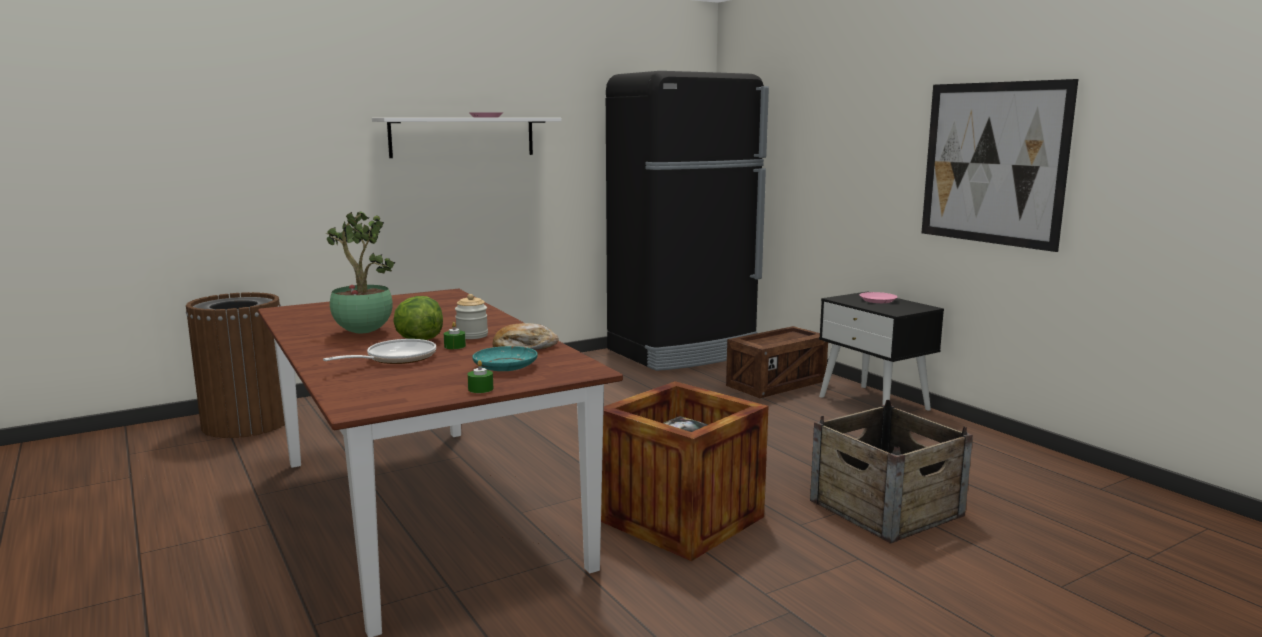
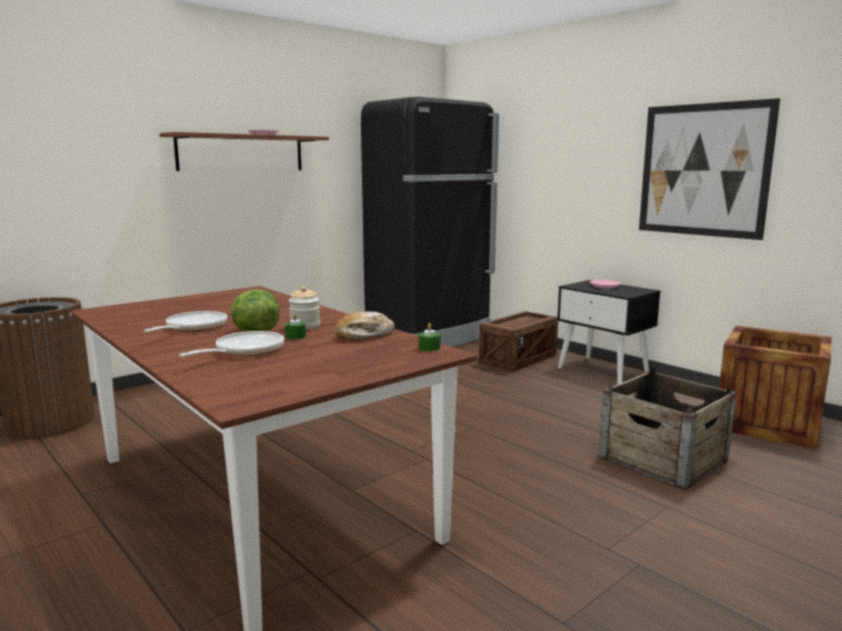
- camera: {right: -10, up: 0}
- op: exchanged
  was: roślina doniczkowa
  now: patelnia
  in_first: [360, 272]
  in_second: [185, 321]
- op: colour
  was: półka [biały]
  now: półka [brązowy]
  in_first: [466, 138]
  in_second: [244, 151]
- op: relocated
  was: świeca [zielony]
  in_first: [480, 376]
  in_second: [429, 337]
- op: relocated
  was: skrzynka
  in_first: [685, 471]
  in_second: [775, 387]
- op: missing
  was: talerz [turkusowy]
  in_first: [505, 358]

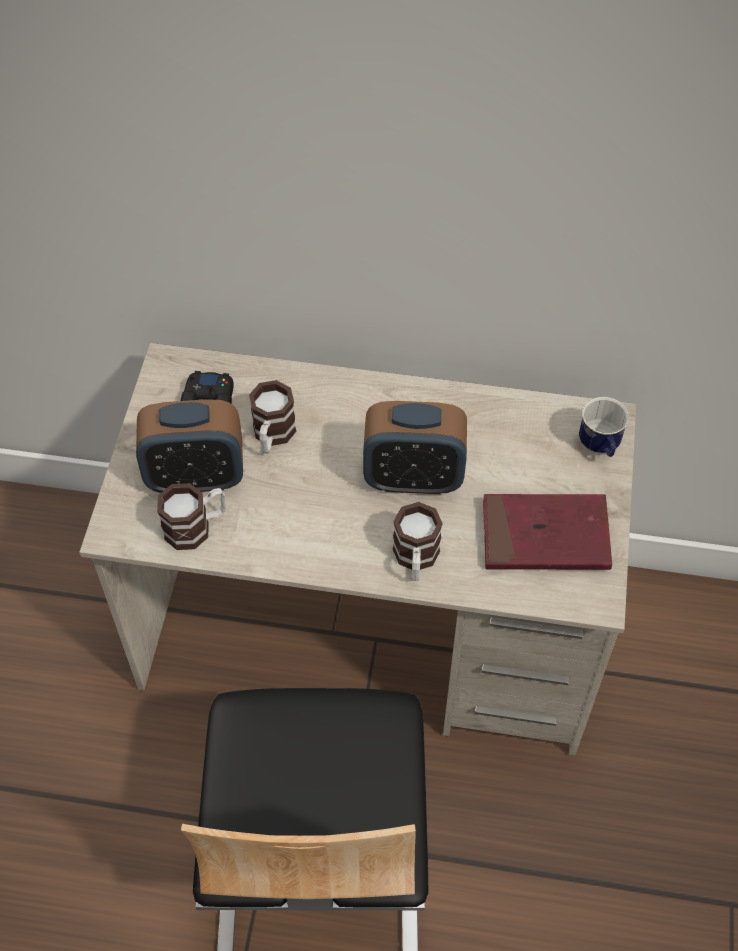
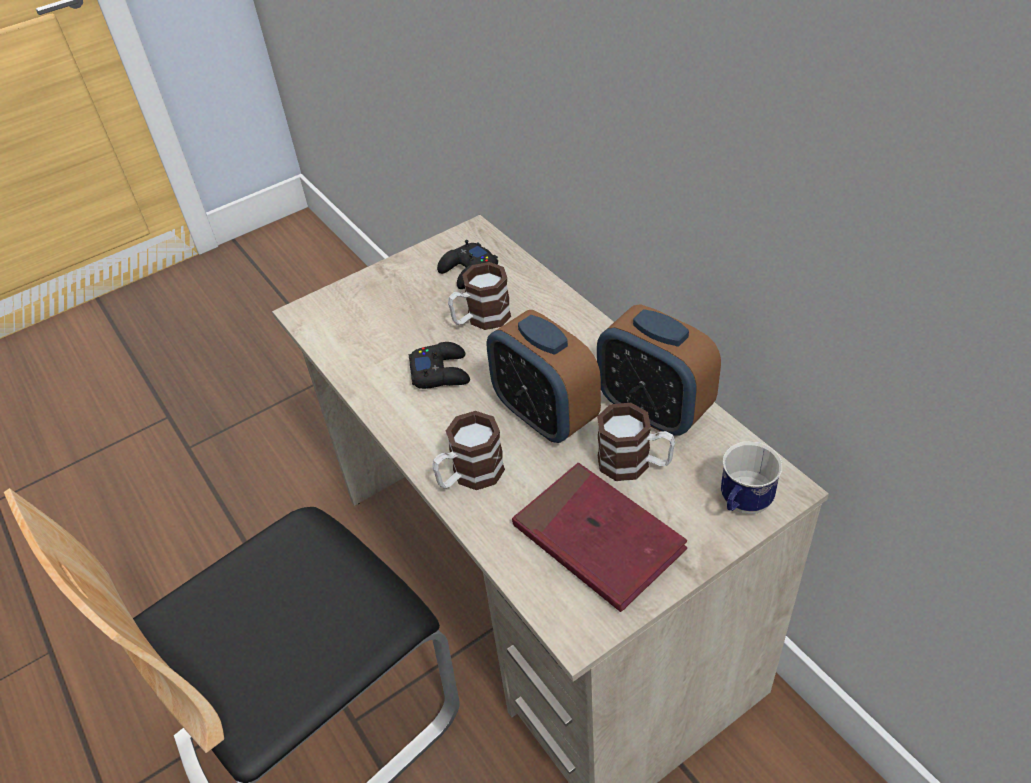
- camera: {right: 50, up: -10}
- op: appeared
  now: pad do gier [czarny]
  in_second: [439, 365]
- op: relocated
  was: budzik
  in_first: [189, 446]
  in_second: [659, 369]
- op: relocated
  was: kubek
  in_first: [191, 516]
  in_second: [636, 442]

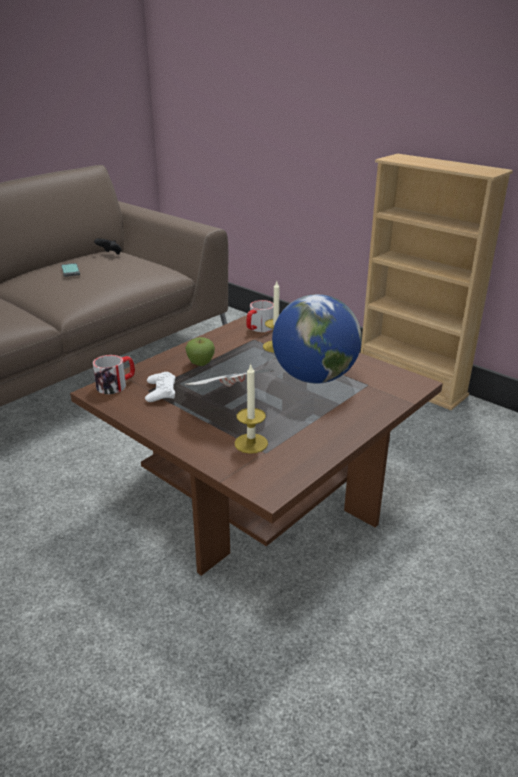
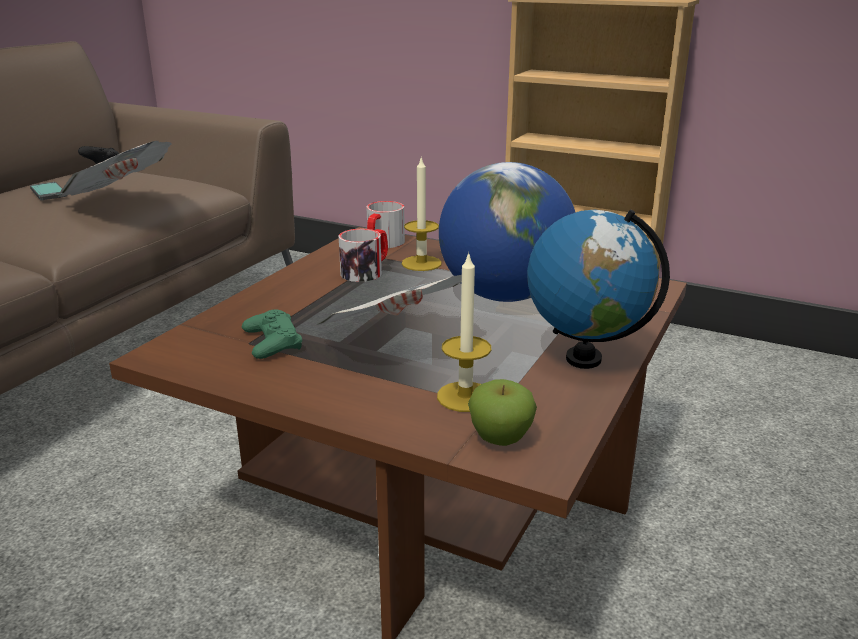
- camera: {right: -15, up: -5}
- op: appeared
  now: gazeta
  in_second: [115, 169]
- op: colour
  was: pad do gier [biały]
  now: pad do gier [zielony]
  in_first: [160, 387]
  in_second: [272, 334]
- op: relocated
  was: kubek
  in_first: [114, 374]
  in_second: [363, 255]
- op: relocated
  was: jabłko
  in_first: [200, 351]
  in_second: [502, 412]
- op: appeared
  now: globus
  in_second: [598, 289]

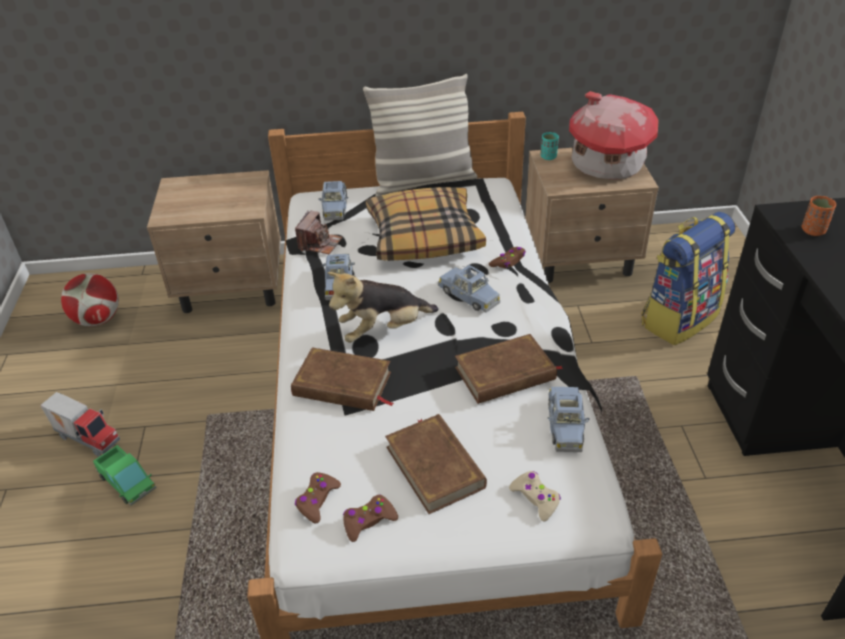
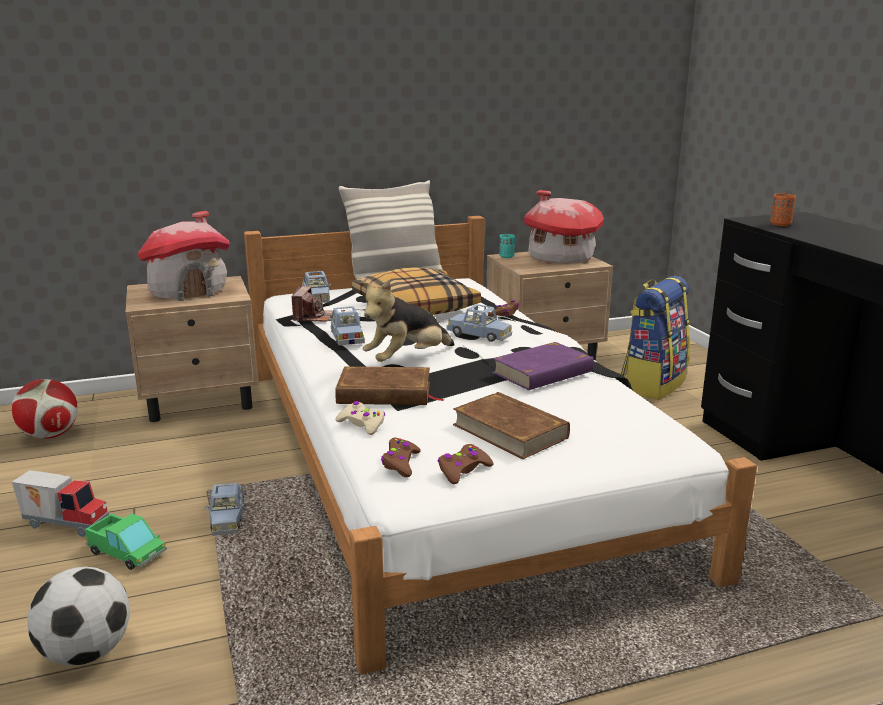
- camera: {right: -15, up: -20}
- op: appeared
  now: piłka futbolowa
  in_second: [78, 616]
- op: appeared
  now: domek
  in_second: [184, 256]
- op: relocated
  was: samochodzik [niebieski]
  in_first: [568, 419]
  in_second: [225, 509]
- op: relocated
  was: pad do gier [beżowy]
  in_first: [535, 496]
  in_second: [360, 418]
- op: colour
  was: książka [brązowy]
  now: książka [fioletowy]
  in_first: [509, 369]
  in_second: [543, 366]

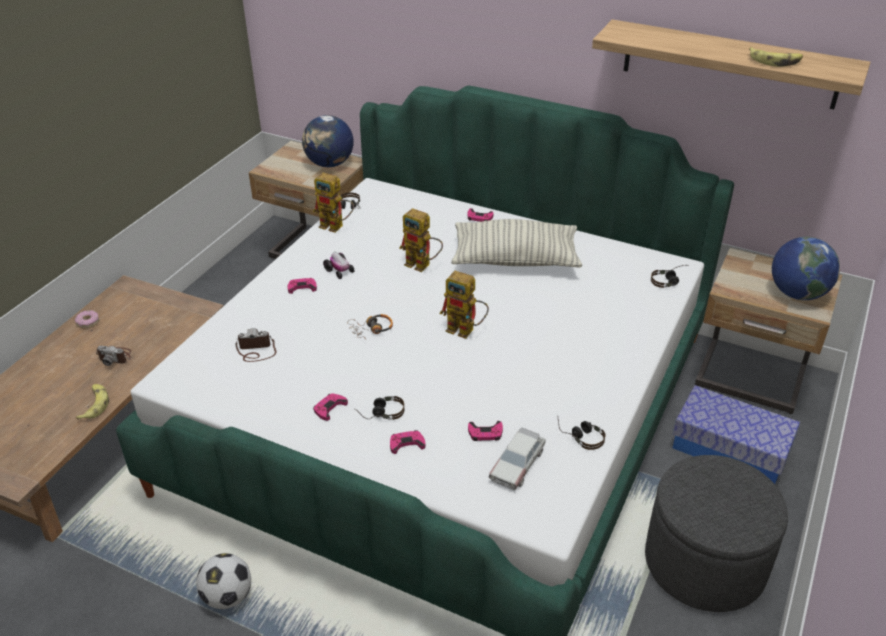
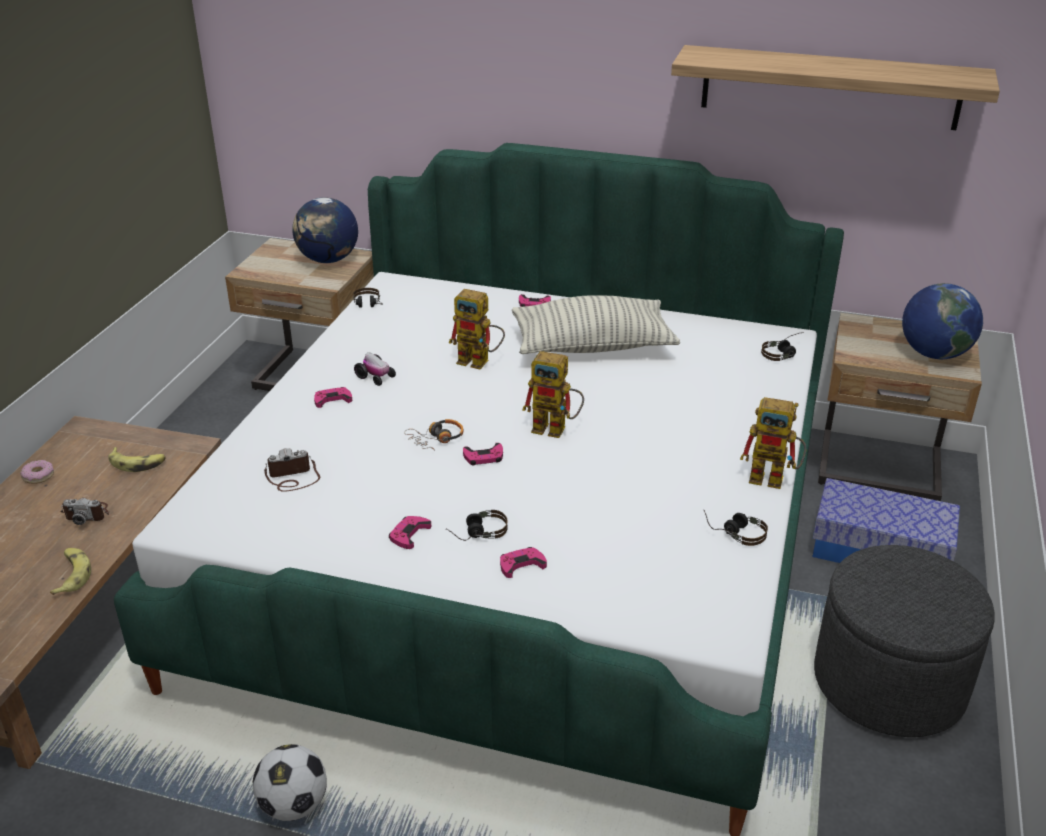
- camera: {right: -10, up: -5}
- op: relocated
  was: banan
  in_first: [776, 57]
  in_second: [137, 459]
- op: relocated
  was: pad do gier [różowy]
  in_first: [485, 431]
  in_second: [483, 454]
- op: relocated
  was: robot zabawkowy
  in_first: [333, 203]
  in_second: [773, 443]
- op: missing
  was: samochodzik
  in_first: [517, 458]

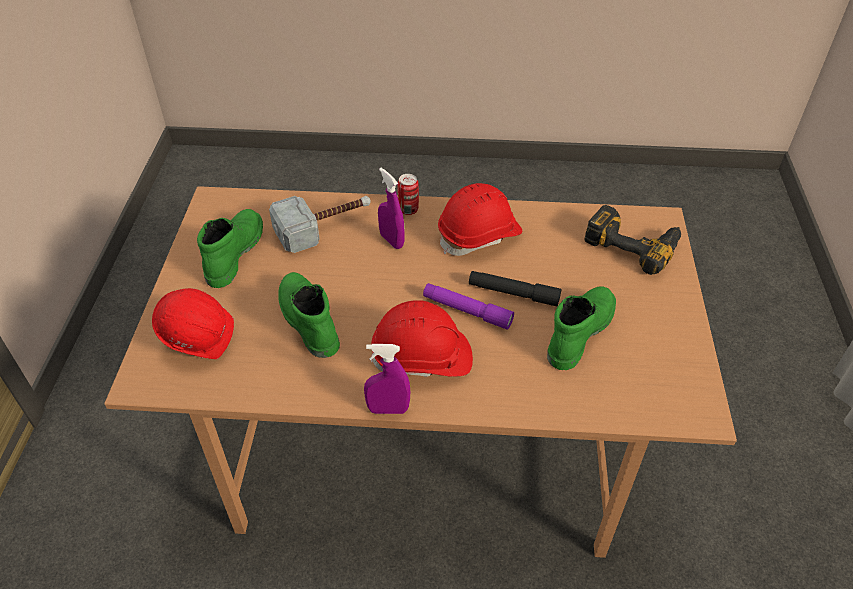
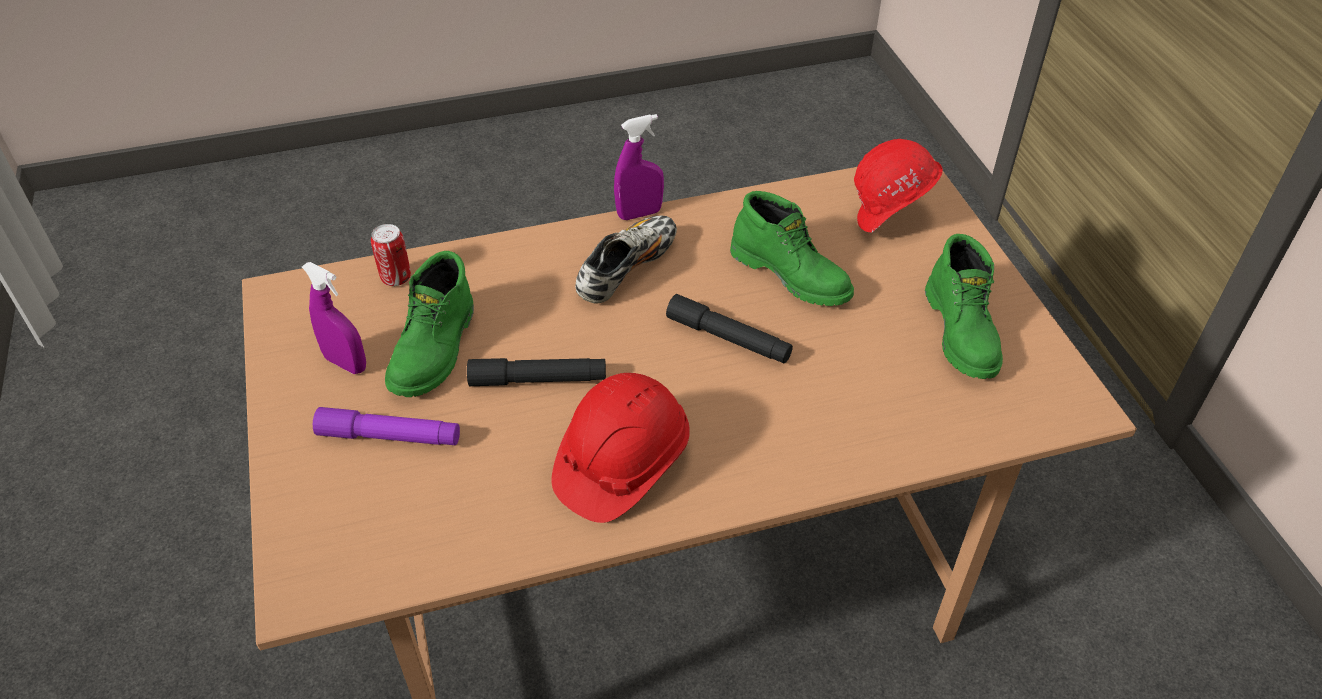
- camera: {right: 160, up: 0}
- op: relocated
  was: spryskiwacz [fioletowy]
  in_first: [391, 208]
  in_second: [334, 318]
- op: relocated
  was: latarka [fioletowy]
  in_first: [468, 306]
  in_second: [386, 426]
- op: relocated
  was: puszka
  in_first: [408, 194]
  in_second: [391, 255]
- op: exchanged
  was: kask [czerwony]
  now: but
  in_first: [422, 338]
  in_second: [626, 259]
- op: appeared
  now: latarka [czarny]
  in_second: [729, 328]
- op: missing
  was: młotek
  in_first: [320, 224]
- op: missing
  was: wiertarka
  in_first: [632, 240]

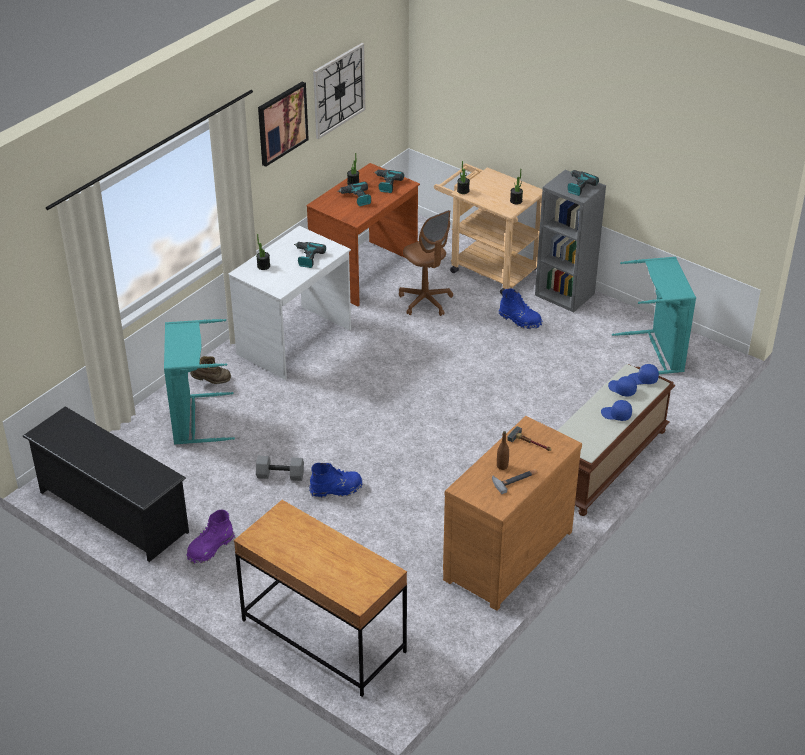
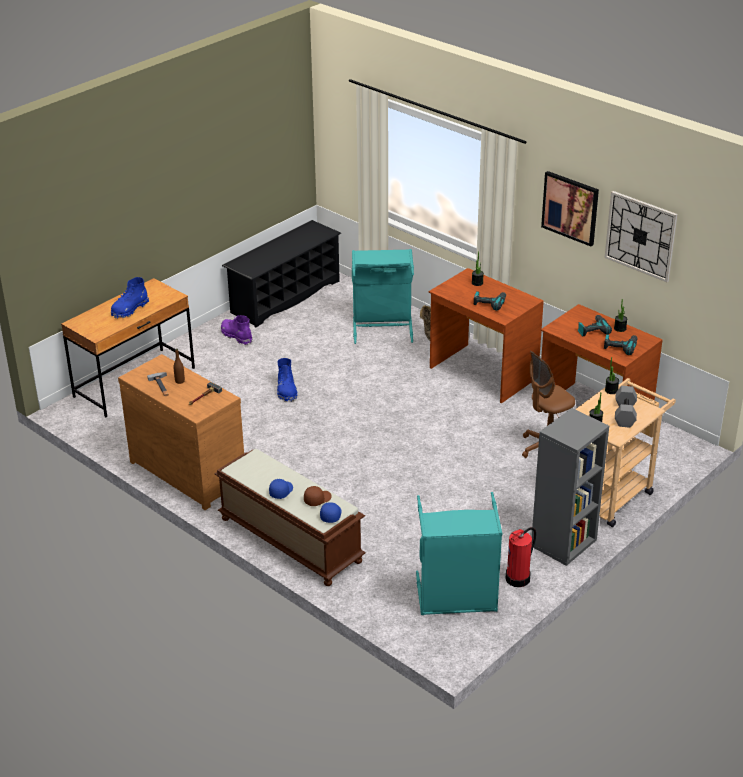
- camera: {right: 95, up: -5}
- op: relocated
  was: but z cholewką [niebieski]
  in_first: [520, 308]
  in_second: [130, 298]
- op: colour
  was: czapka z daszkiem [niebieski]
  now: czapka z daszkiem [brązowy]
  in_first: [622, 386]
  in_second: [317, 496]
- op: colour
  was: biurko [biały]
  now: biurko [brązowy]
  in_first: [289, 303]
  in_second: [486, 335]
- op: appeared
  now: gaśnica
  in_second: [520, 557]
- op: relocated
  was: hantel [szary]
  in_first: [280, 468]
  in_second: [626, 407]
- op: missing
  was: wiertarka
  in_first: [583, 183]

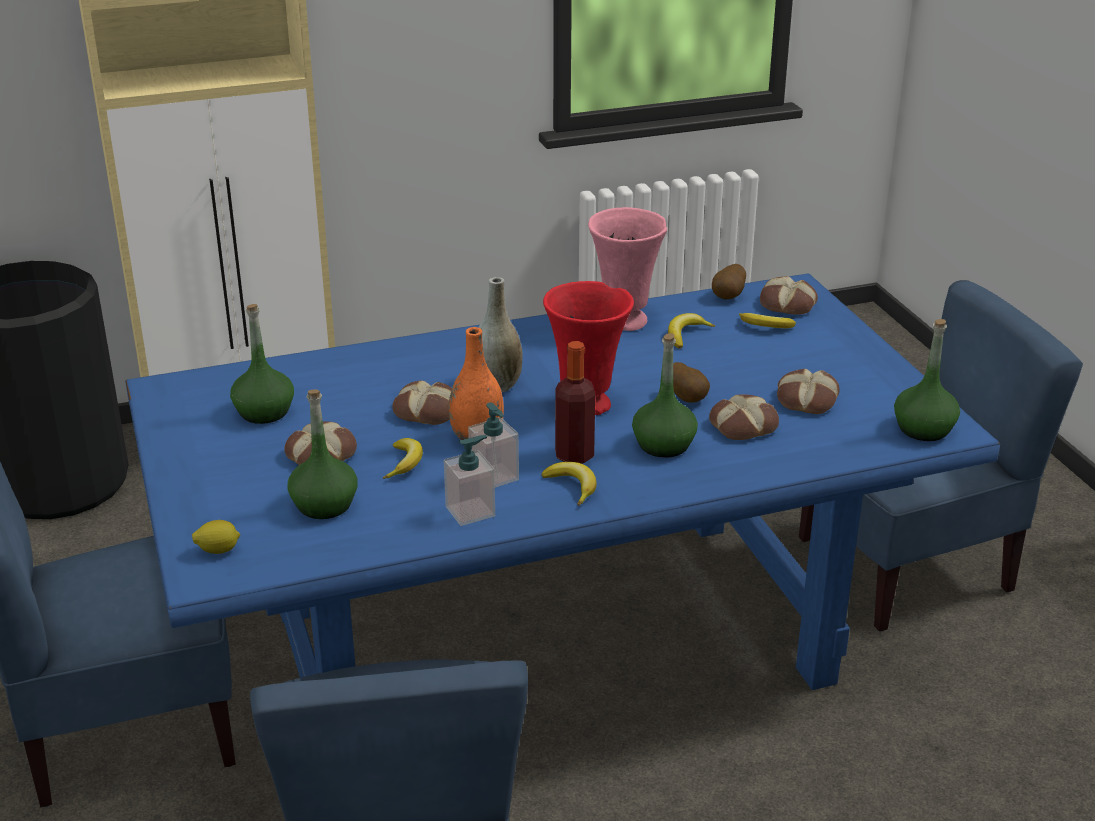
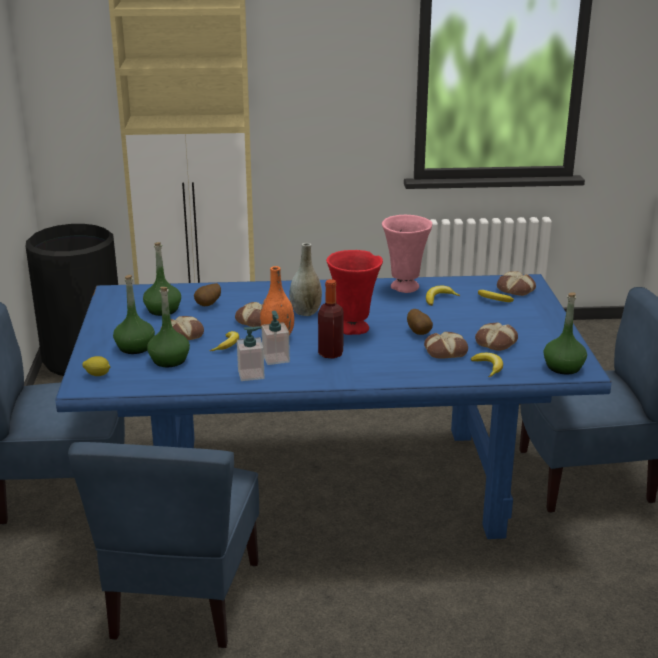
- camera: {right: 15, up: -5}
- op: relocated
  was: butelka [zielony]
  in_first: [665, 395]
  in_second: [134, 314]
- op: relocated
  was: ziemniak
  in_first: [729, 282]
  in_second: [207, 294]
- op: relocated
  was: banan
  in_first: [569, 484]
  in_second: [487, 365]

